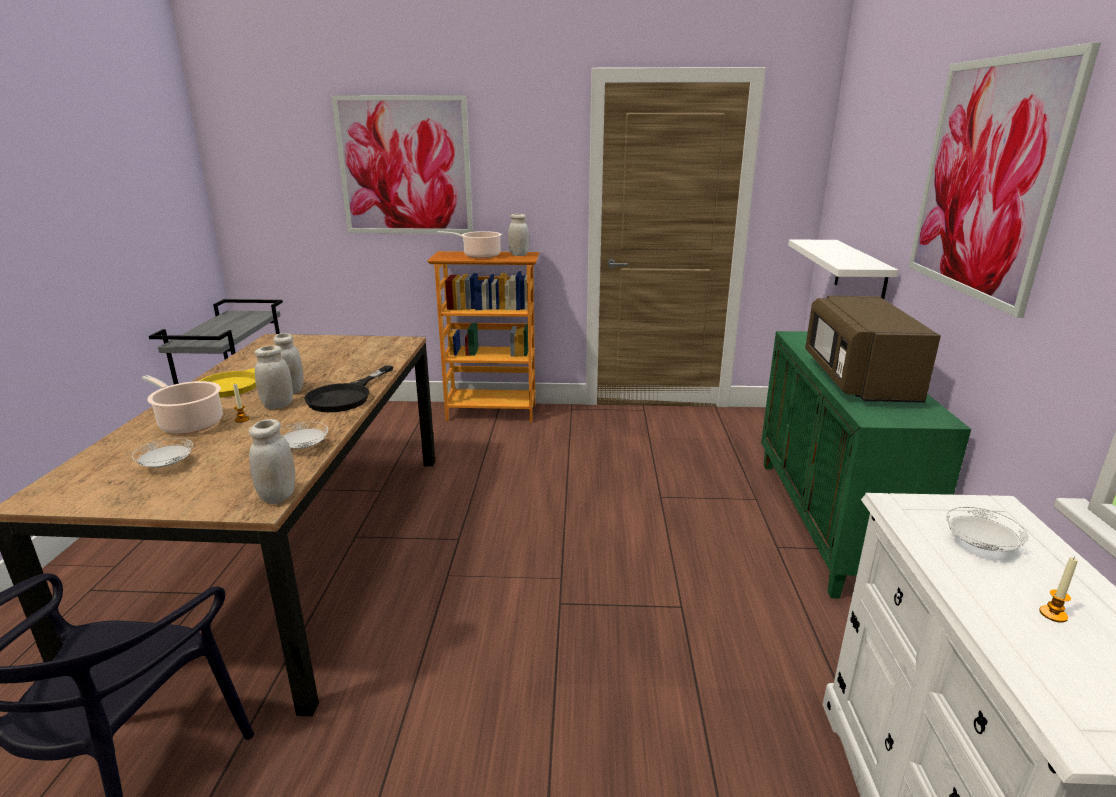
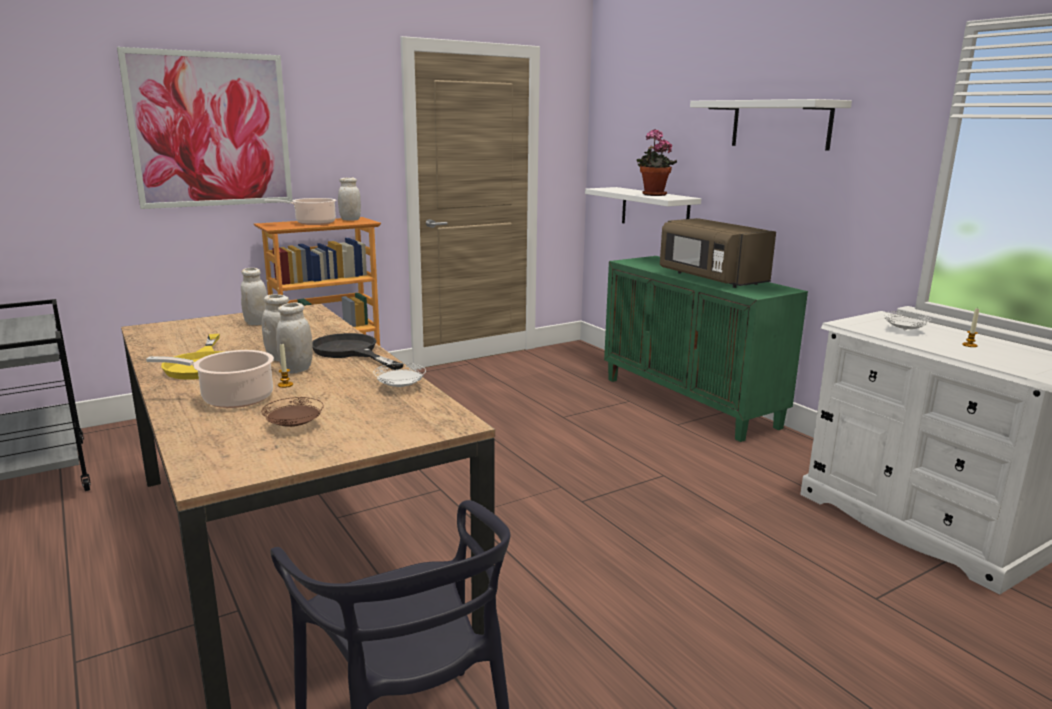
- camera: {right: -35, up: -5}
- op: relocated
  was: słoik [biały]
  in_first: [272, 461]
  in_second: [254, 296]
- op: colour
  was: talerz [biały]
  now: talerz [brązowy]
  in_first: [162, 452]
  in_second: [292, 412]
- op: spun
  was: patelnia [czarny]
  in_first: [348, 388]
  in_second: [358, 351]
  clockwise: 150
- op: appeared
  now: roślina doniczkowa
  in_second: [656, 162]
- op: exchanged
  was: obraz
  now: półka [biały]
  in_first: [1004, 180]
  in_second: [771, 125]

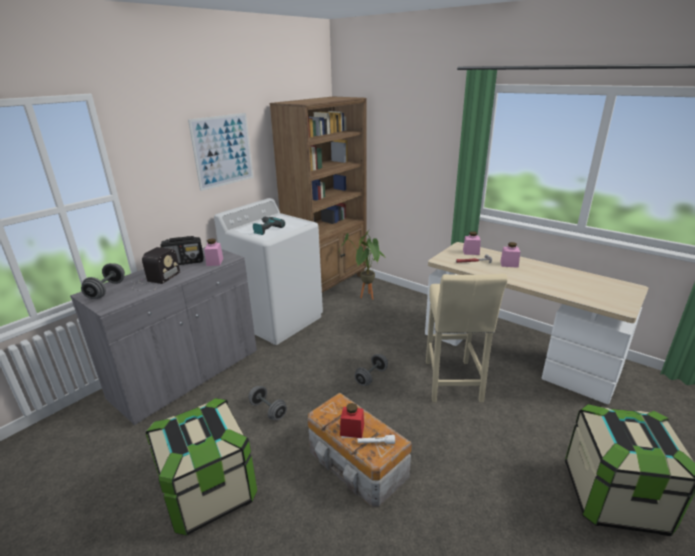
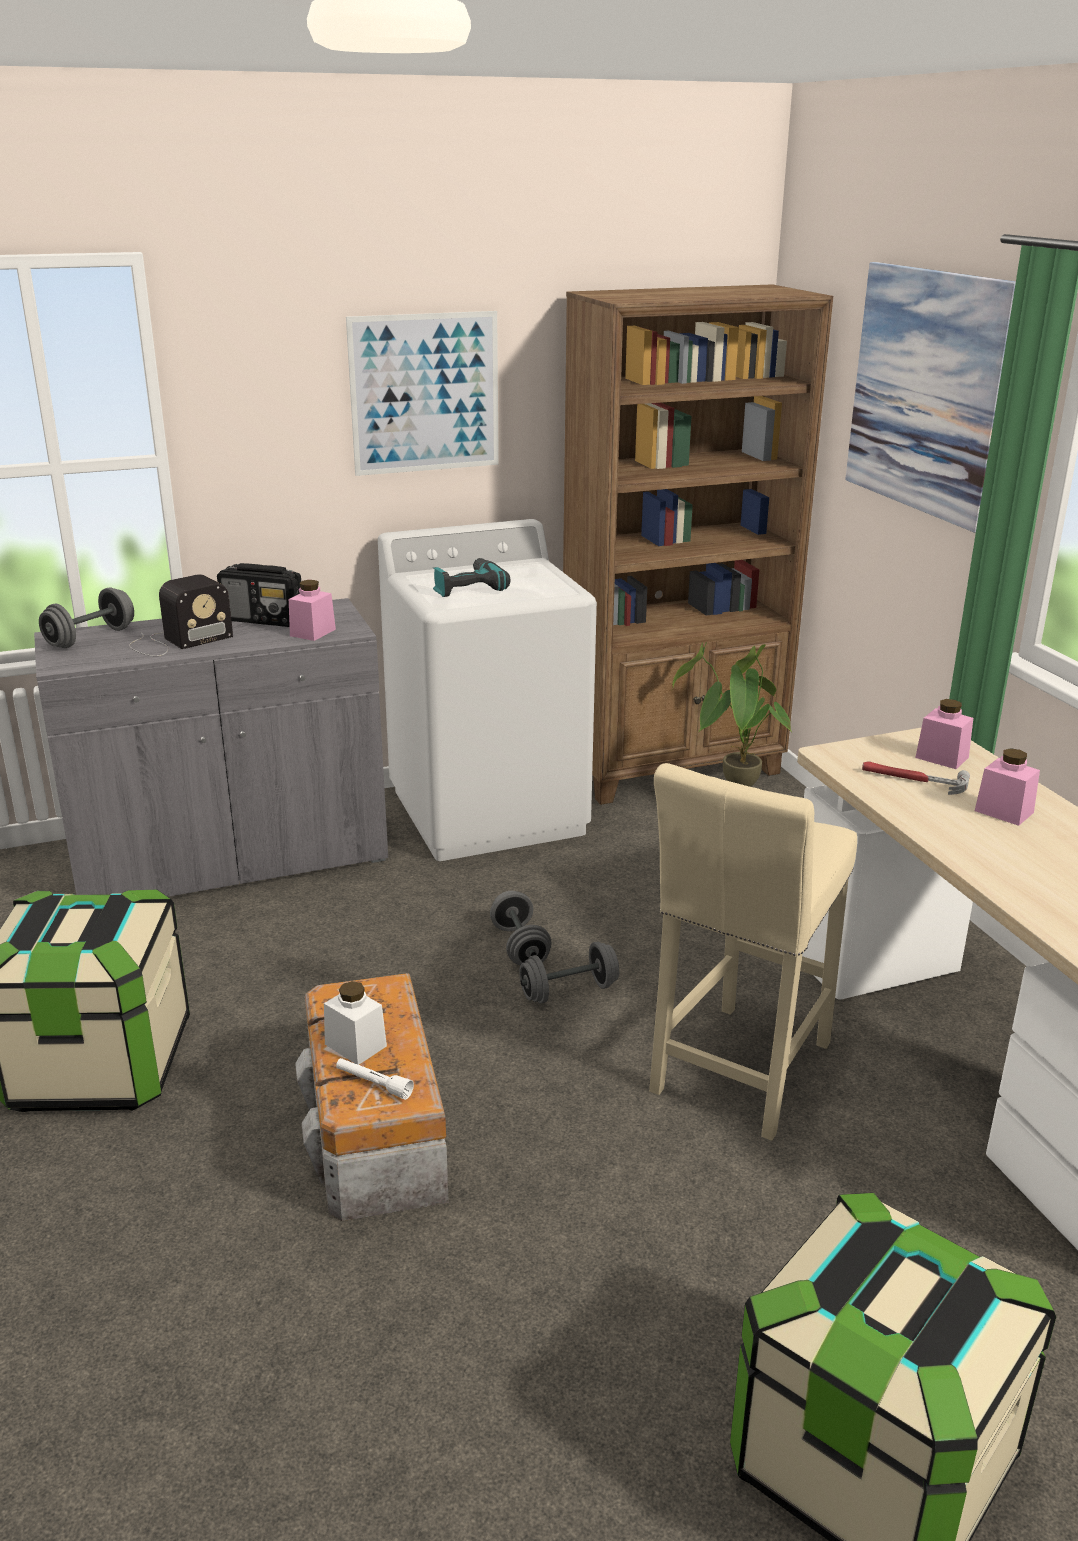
- camera: {right: 30, up: 0}
- op: colour
  was: słoik [czerwony]
  now: słoik [biały]
  in_first: [352, 420]
  in_second: [355, 1023]
- op: relocated
  was: hantel [szary]
  in_first: [267, 403]
  in_second: [521, 928]
- op: appeared
  now: obraz
  in_second: [930, 397]

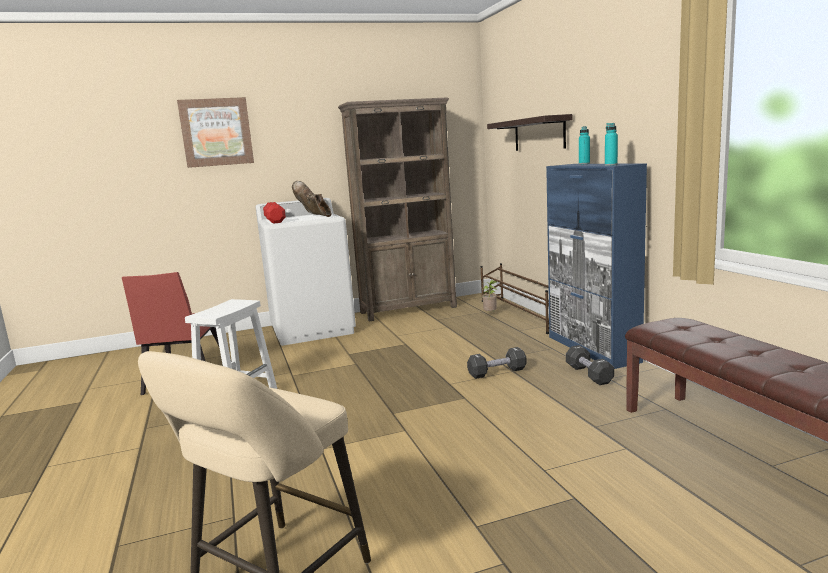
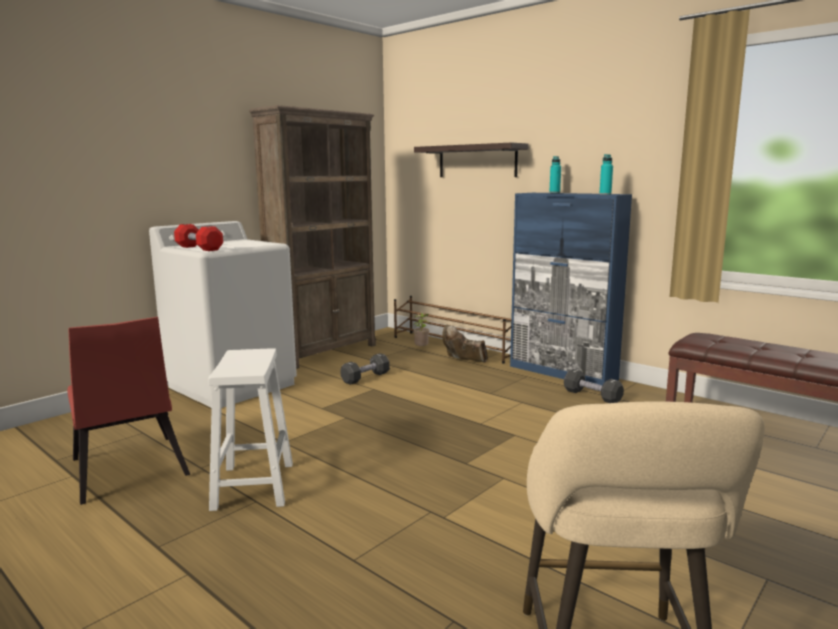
- camera: {right: -30, up: 0}
- op: relocated
  was: hantel [czarny]
  in_first: [497, 363]
  in_second: [365, 369]
- op: relocated
  was: but z cholewką [brązowy]
  in_first: [312, 199]
  in_second: [465, 344]
- op: missing
  was: obraz
  in_first: [215, 132]

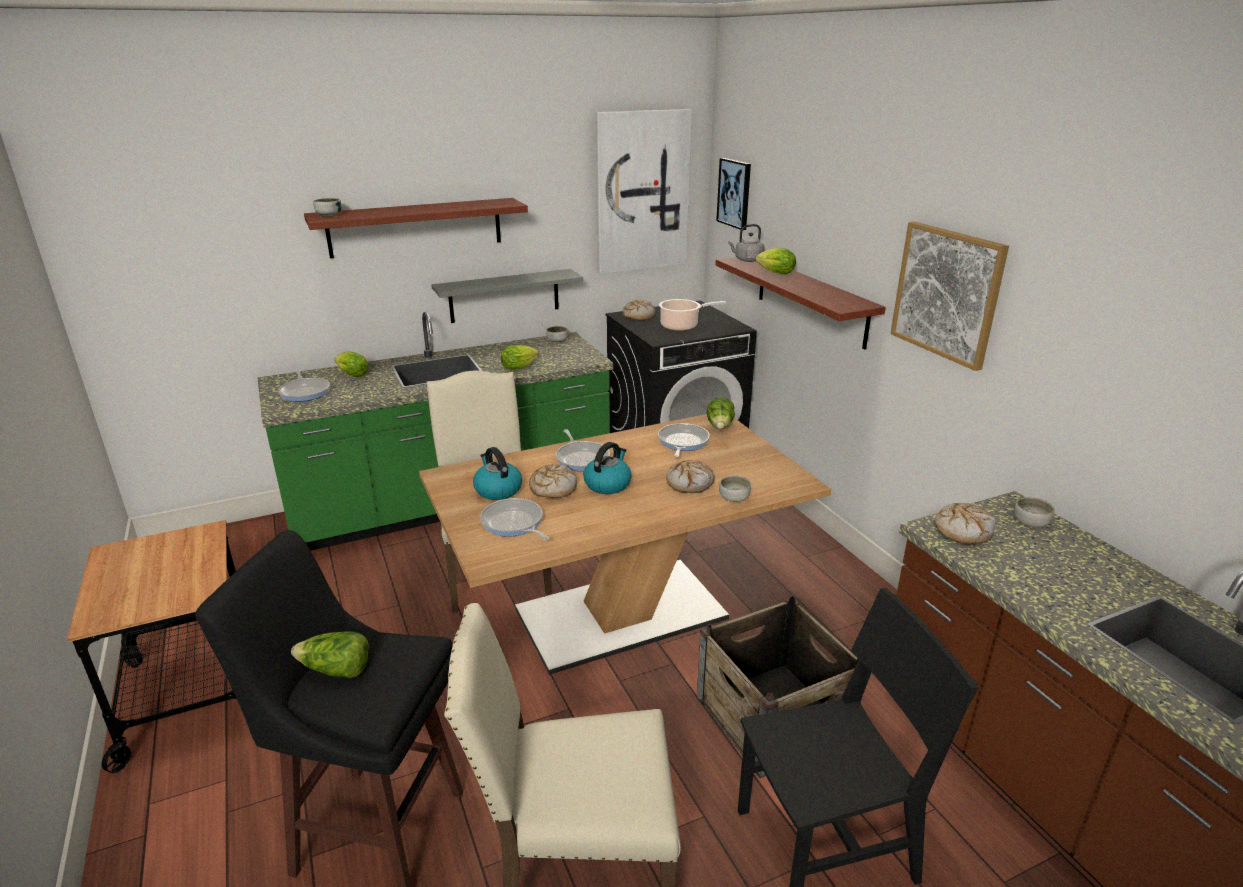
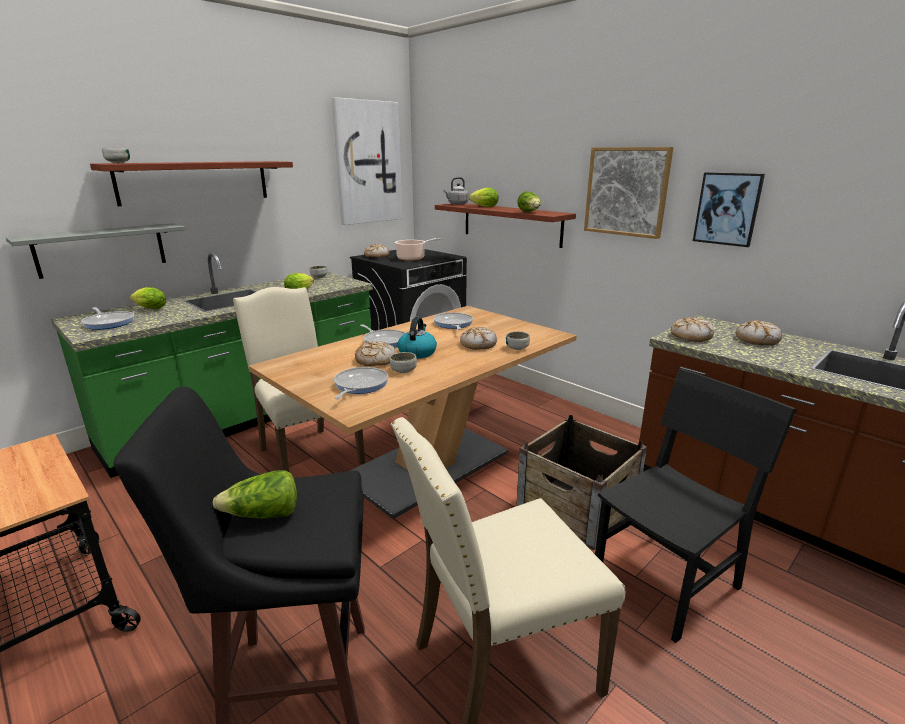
- camera: {right: -20, up: -5}
- op: relocated
  was: półka [szary]
  in_first: [507, 296]
  in_second: [95, 251]
- op: spun
  was: patelnia
  in_first: [515, 519]
  in_second: [361, 383]
  clockwise: 75
- op: relocated
  was: miska
  in_first: [1034, 512]
  in_second: [403, 362]
- op: relocated
  was: sałata
  in_first: [721, 413]
  in_second: [529, 201]
- op: relocated
  was: obraz
  in_first: [733, 194]
  in_second: [729, 209]
- op: appeared
  now: chleb
  in_second: [759, 332]
- op: missing
  was: czajnik
  in_first: [497, 473]

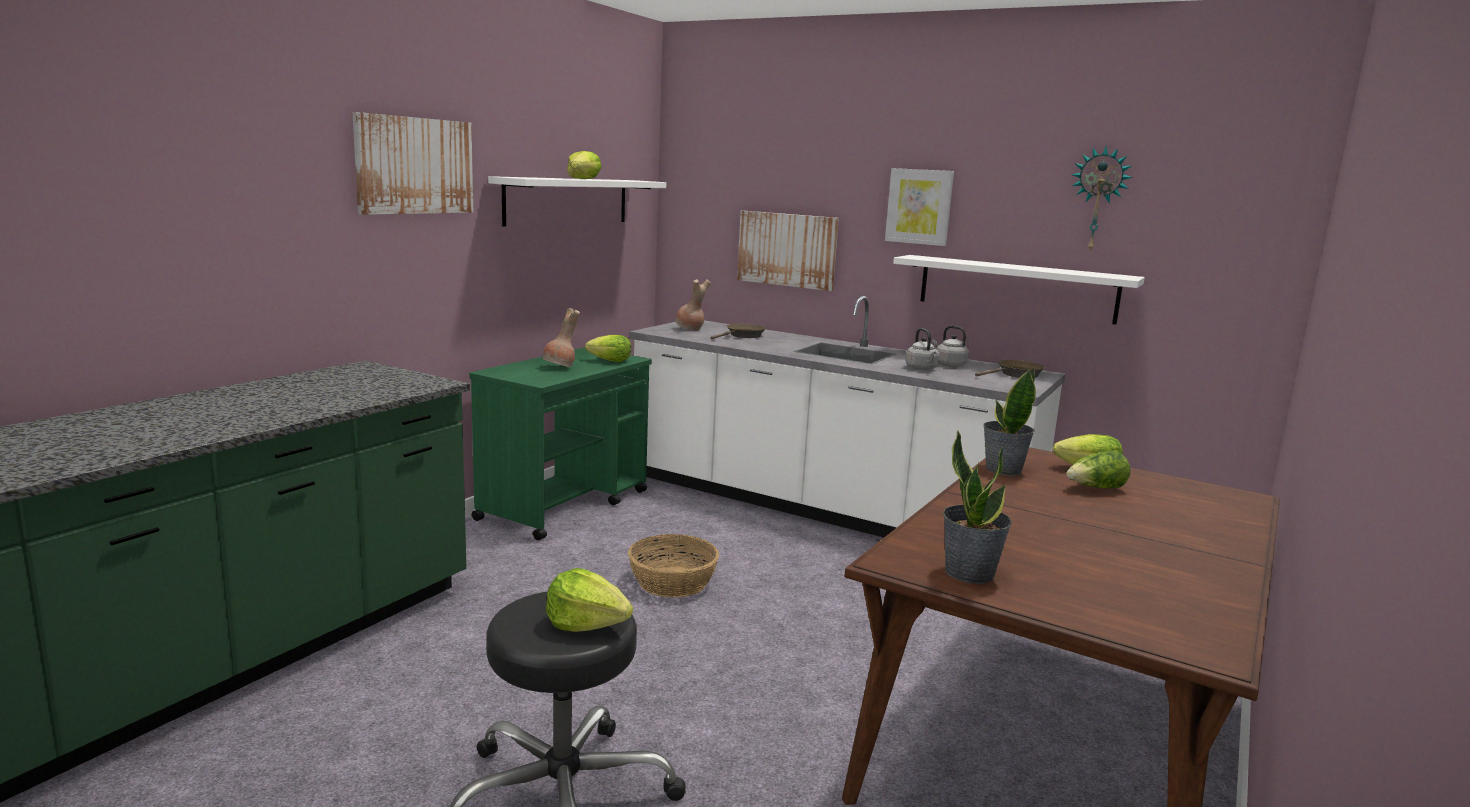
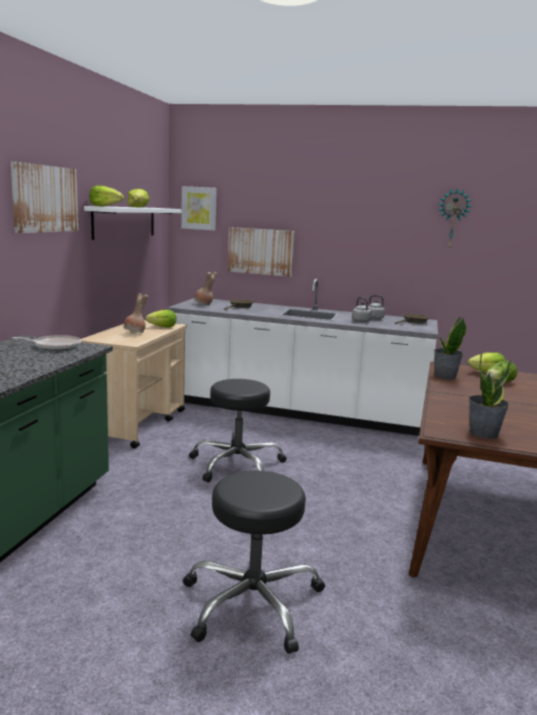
- camera: {right: -15, up: 0}
- op: appeared
  now: patelnia
  in_second: [46, 343]
- op: colour
  was: wózek [zielony]
  now: wózek [beżowy]
  in_first: [560, 443]
  in_second: [134, 384]
- op: relocated
  was: sałata
  in_first: [589, 600]
  in_second: [106, 195]
- op: relocated
  was: obraz
  in_first: [919, 207]
  in_second: [199, 208]
- op: exchanged
  was: koszyk
  now: stołek [czarny]
  in_first: [673, 566]
  in_second: [238, 430]
- op: missing
  was: półka [biały]
  in_first: [1019, 290]

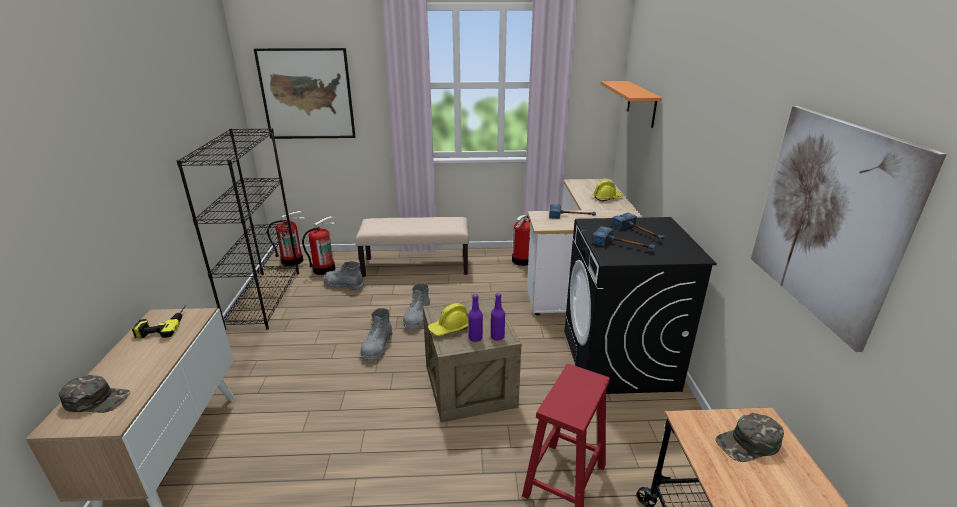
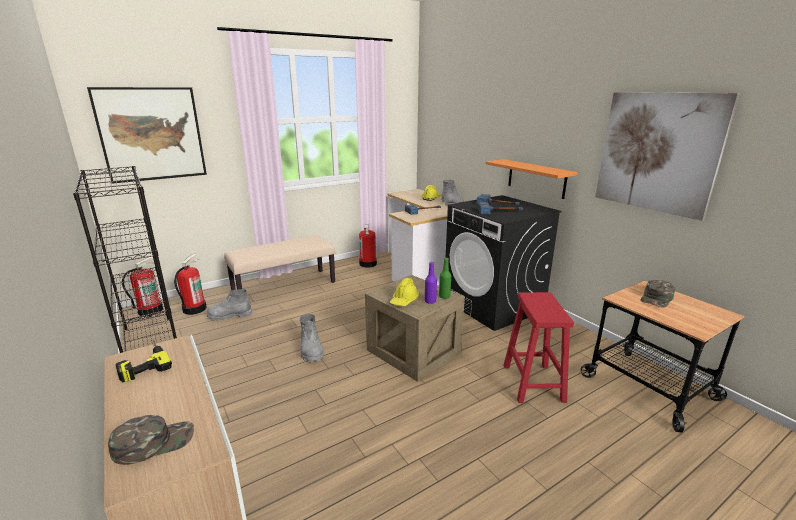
- camera: {right: -30, up: -5}
- op: colour
  was: butelka [fioletowy]
  now: butelka [zielony]
  in_first: [498, 317]
  in_second: [445, 278]
- op: relocated
  was: but z cholewką [szary]
  in_first: [416, 307]
  in_second: [452, 193]
- op: relocated
  was: półka [pomarańczowy]
  in_first: [631, 104]
  in_second: [532, 179]

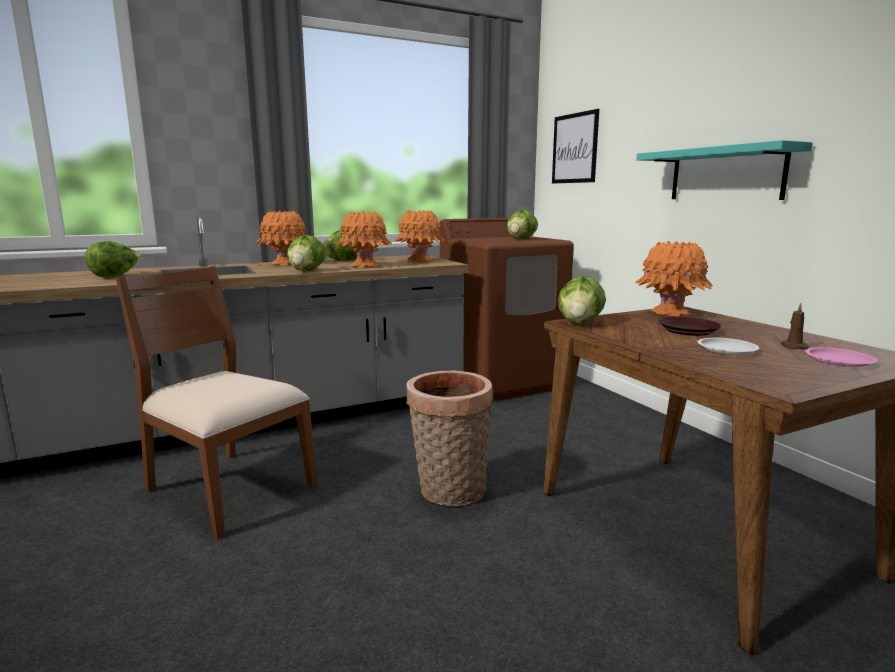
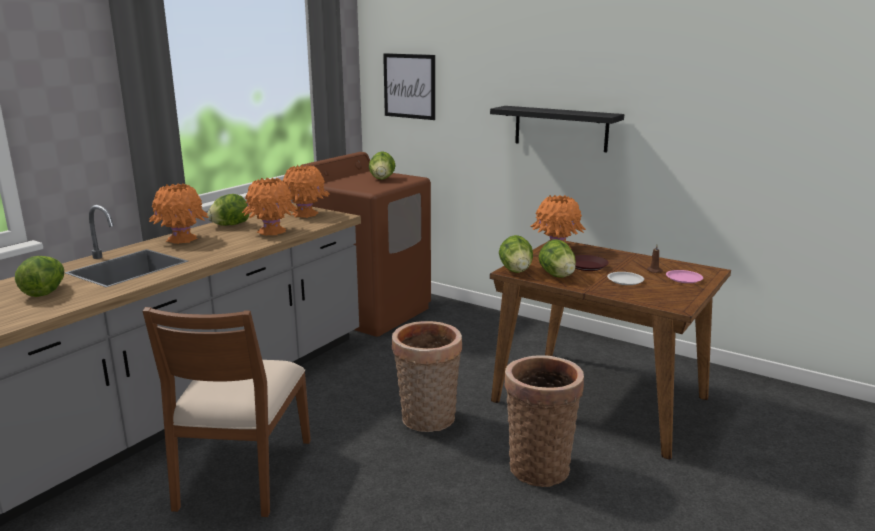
- camera: {right: -30, up: 5}
- op: spun
  was: krzesło [brązowy]
  in_first: [217, 402]
  in_second: [226, 412]
  clockwise: -90
- op: colour
  was: półka [turkusowy]
  now: półka [czarny]
  in_first: [724, 170]
  in_second: [557, 129]
- op: appeared
  now: koszyk
  in_second: [544, 421]
- op: relocated
  was: sałata
  in_first: [306, 253]
  in_second: [557, 258]

